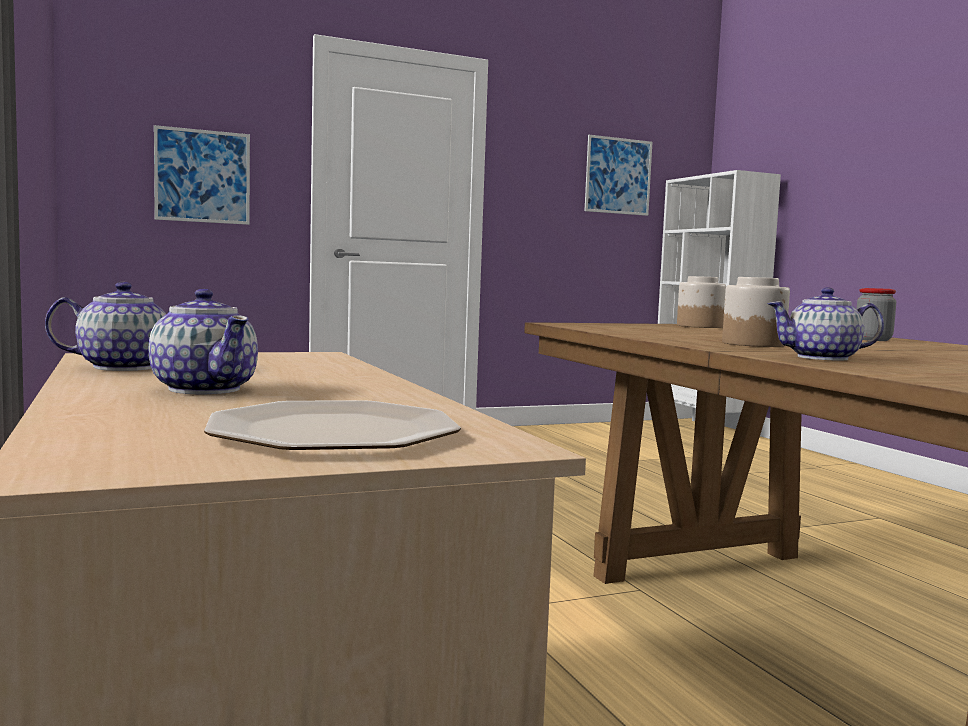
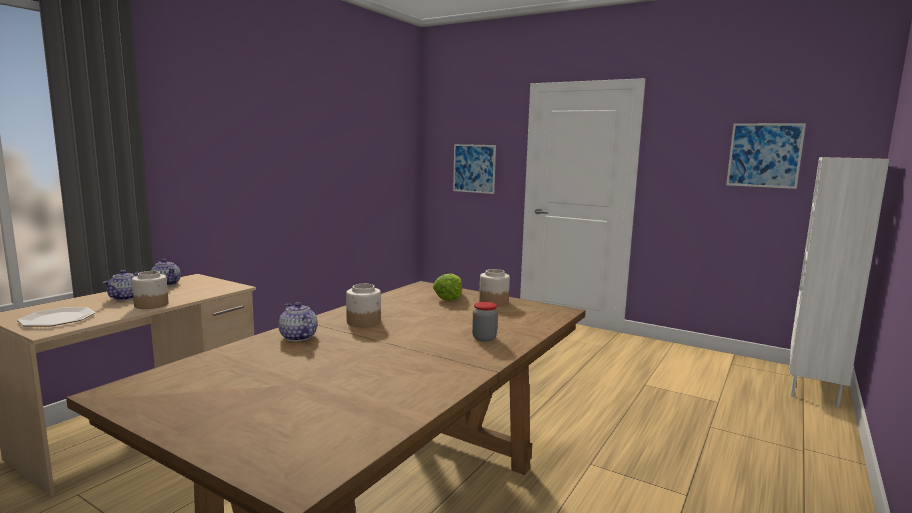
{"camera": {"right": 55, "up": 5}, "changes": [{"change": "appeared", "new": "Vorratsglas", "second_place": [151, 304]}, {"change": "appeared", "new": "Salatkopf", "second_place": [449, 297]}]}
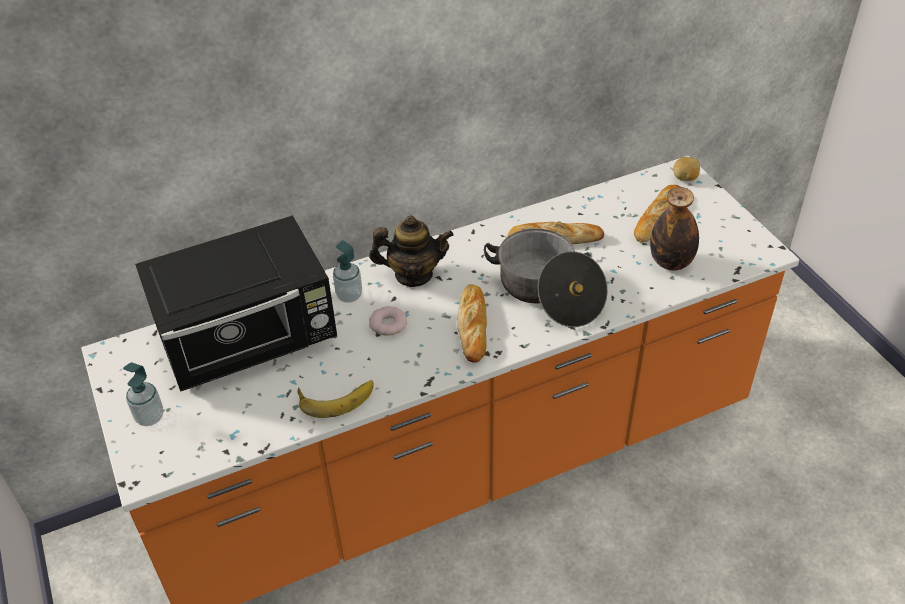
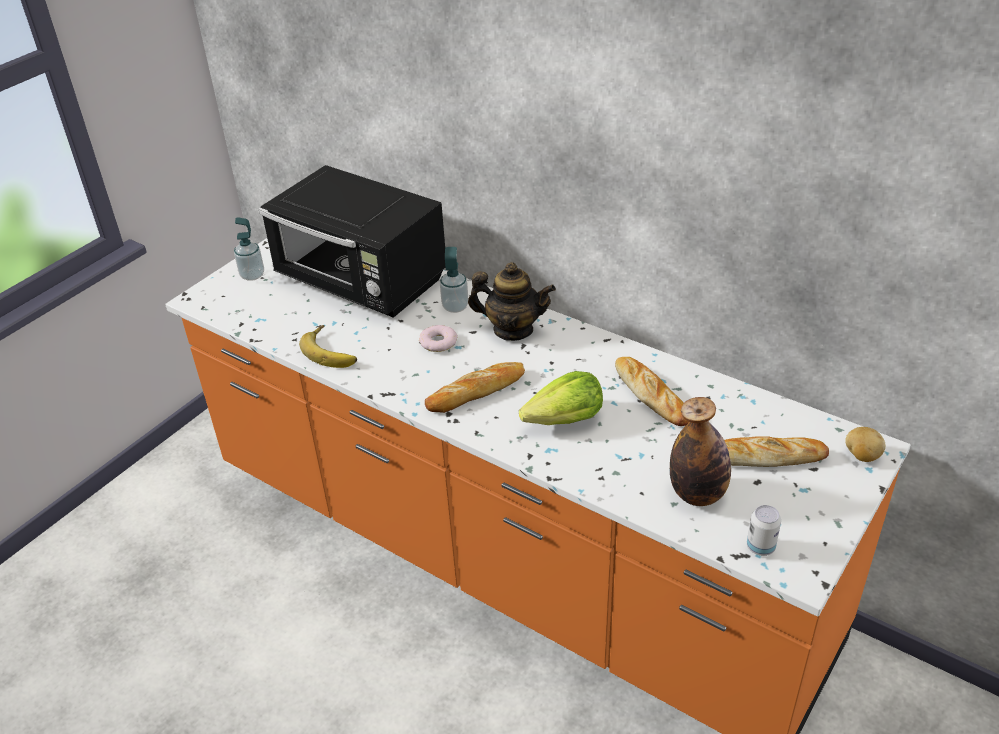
{"camera": {"right": 60, "up": -5}, "changes": [{"change": "spun", "old": "Teekanne", "first_place": [413, 275], "second_place": [513, 329], "degrees": -45}, {"change": "exchanged", "old": "Kochtopf", "new": "Salatkopf", "first_place": [547, 292], "second_place": [565, 420]}, {"change": "appeared", "new": "Dose", "second_place": [760, 547]}]}
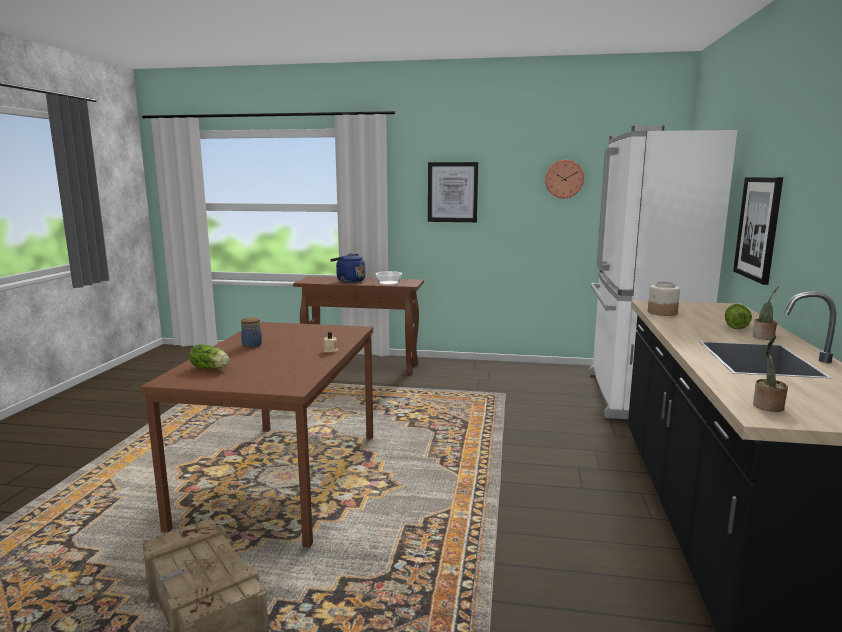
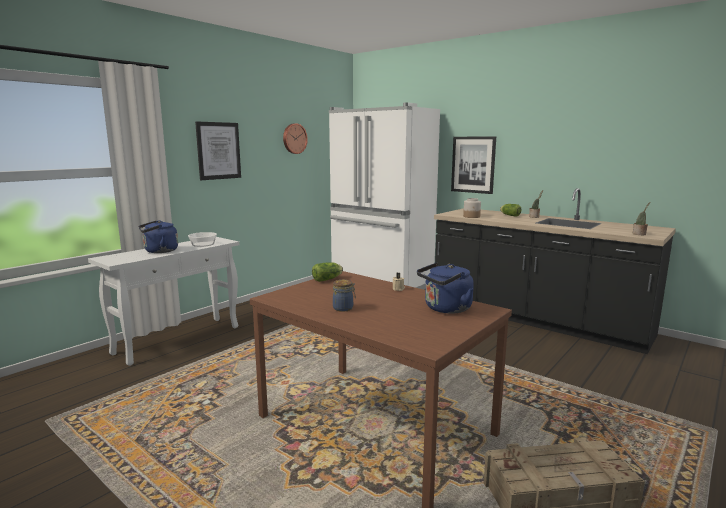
{"camera": {"right": -60, "up": 0}, "changes": [{"change": "colour", "old": "Konsolentisch (braun)", "new": "Konsolentisch (weiß)", "first_place": [362, 366], "second_place": [179, 339]}, {"change": "relocated", "old": "Salatkopf", "first_place": [211, 368], "second_place": [328, 279]}, {"change": "appeared", "new": "Wasserkessel (blau)", "second_place": [445, 309]}]}
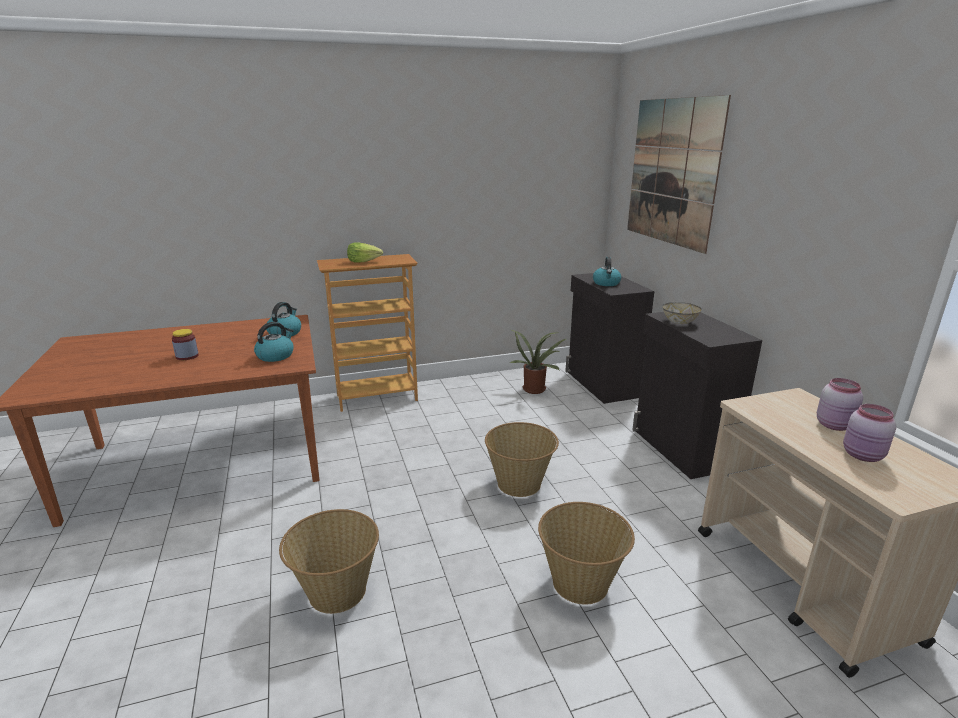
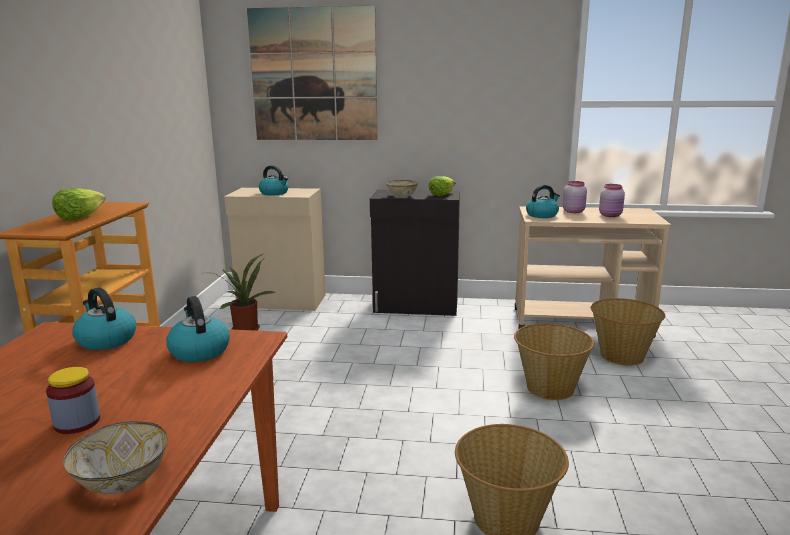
{"camera": {"right": -65, "up": -5}, "changes": [{"change": "appeared", "new": "Schüssel", "second_place": [122, 482]}, {"change": "colour", "old": "Schrank (schwarz)", "new": "Schrank (beige)", "first_place": [601, 384], "second_place": [282, 301]}, {"change": "appeared", "new": "Salatkopf", "second_place": [441, 194]}, {"change": "appeared", "new": "Wasserkessel", "second_place": [542, 215]}, {"change": "relocated", "old": "Korb", "first_place": [520, 484], "second_place": [622, 355]}]}
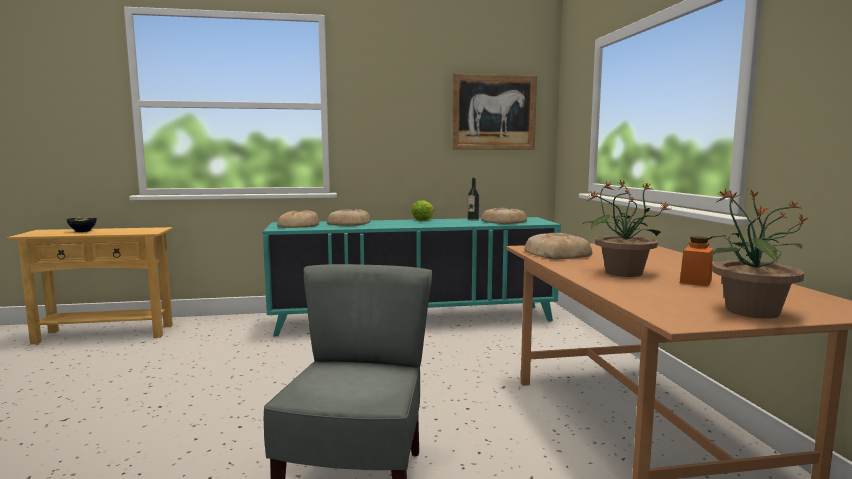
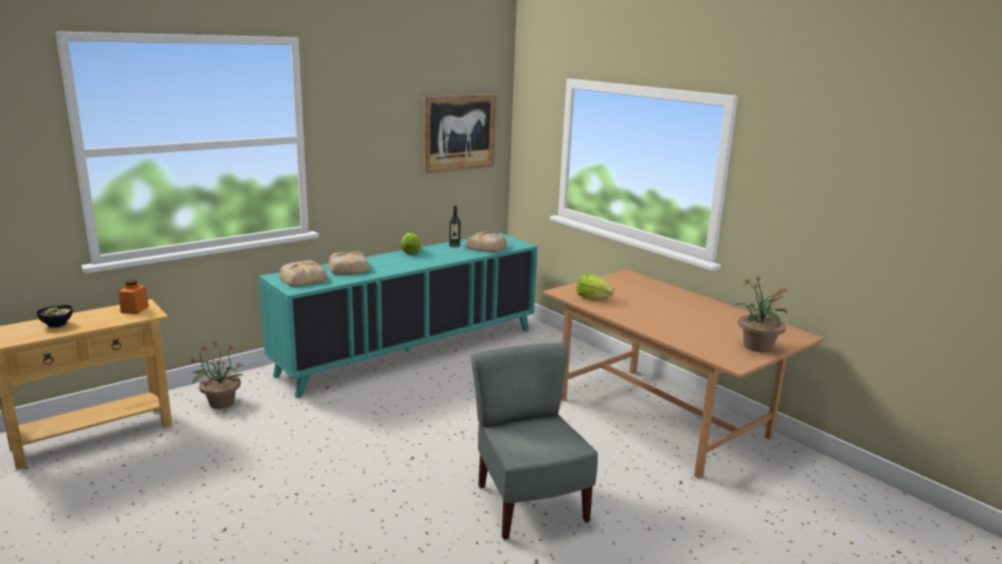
{"camera": {"right": -30, "up": 10}, "changes": [{"change": "relocated", "old": "Vorratsglas (orange)", "first_place": [695, 281], "second_place": [135, 309]}, {"change": "relocated", "old": "Topfpflanze", "first_place": [622, 272], "second_place": [221, 403]}, {"change": "exchanged", "old": "Brot", "new": "Salatkopf", "first_place": [557, 253], "second_place": [592, 298]}]}
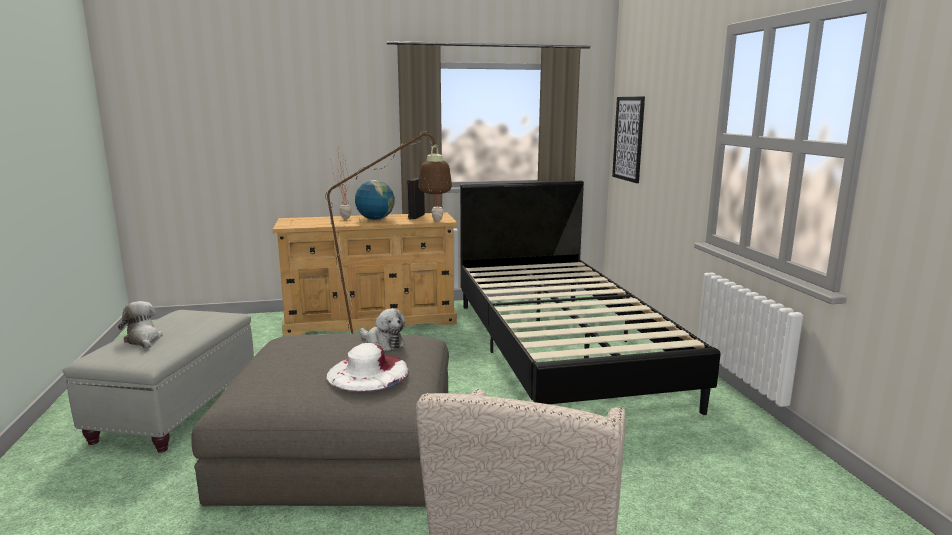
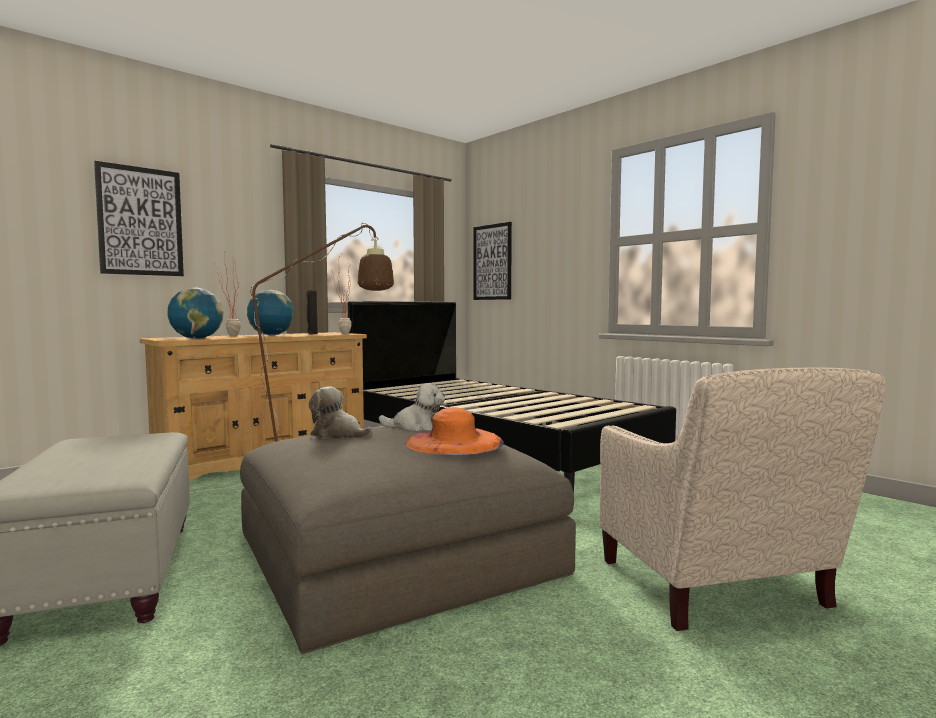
{"camera": {"right": -30, "up": -10}, "changes": [{"change": "appeared", "new": "Bild", "second_place": [140, 221]}, {"change": "appeared", "new": "Globus", "second_place": [196, 338]}, {"change": "relocated", "old": "Plüschtier", "first_place": [143, 340], "second_place": [338, 435]}, {"change": "colour", "old": "Hut (weiß)", "new": "Hut (orange)", "first_place": [368, 372], "second_place": [454, 442]}]}
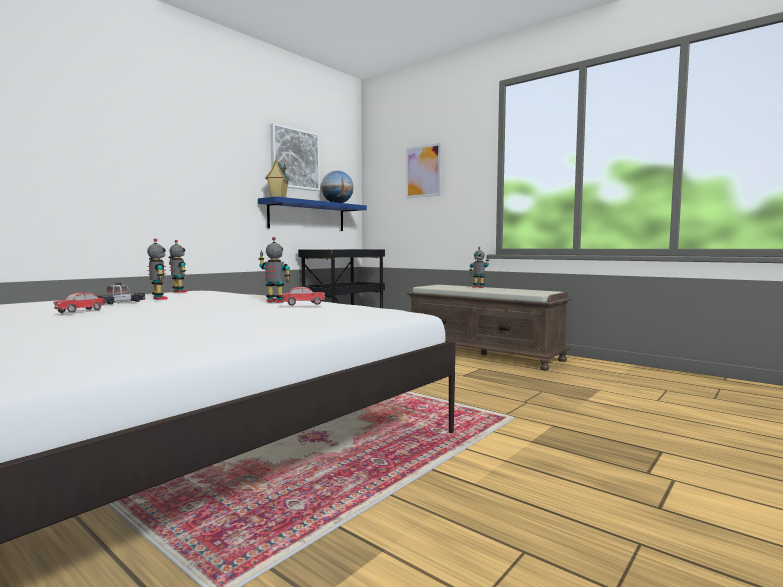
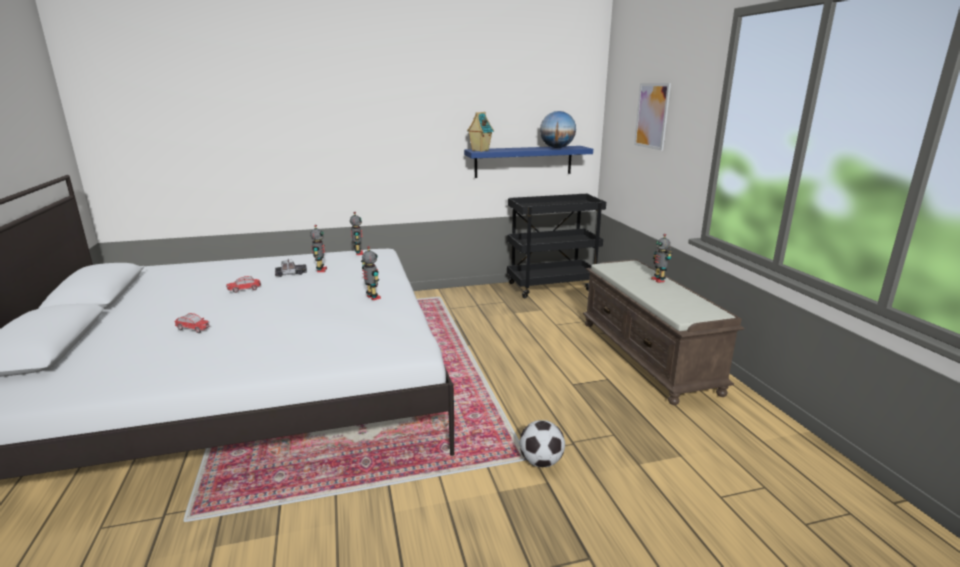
{"camera": {"right": 35, "up": 15}, "changes": [{"change": "relocated", "old": "Spielzeugauto", "first_place": [303, 304], "second_place": [193, 329]}, {"change": "appeared", "new": "Fußball", "second_place": [541, 462]}, {"change": "missing", "old": "Bild", "first_place": [295, 159]}]}
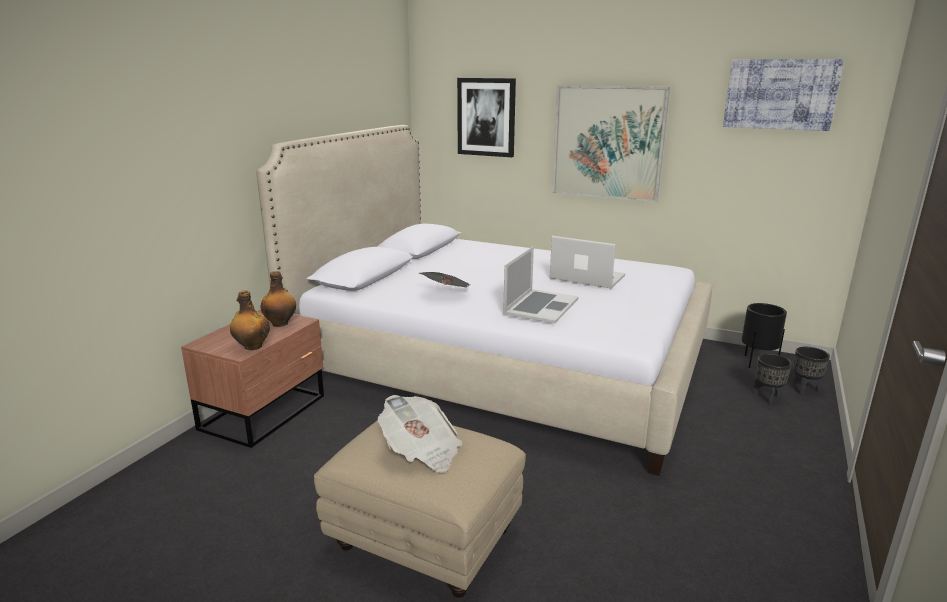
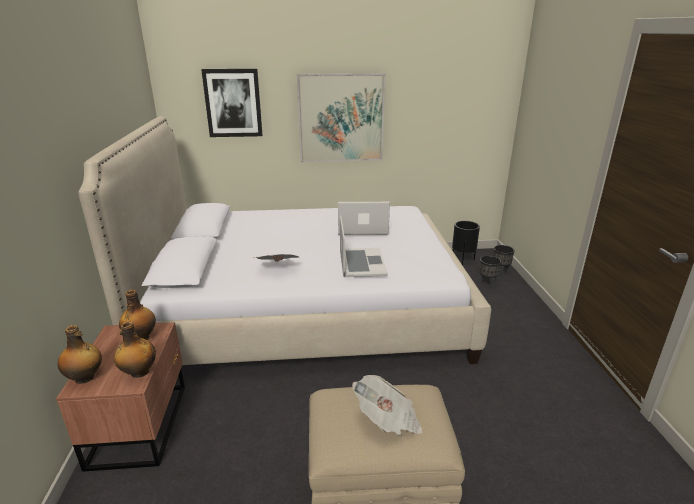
{"camera": {"right": -30, "up": 5}, "changes": [{"change": "appeared", "new": "Flasche", "second_place": [85, 378]}, {"change": "missing", "old": "Bild", "first_place": [780, 94]}]}
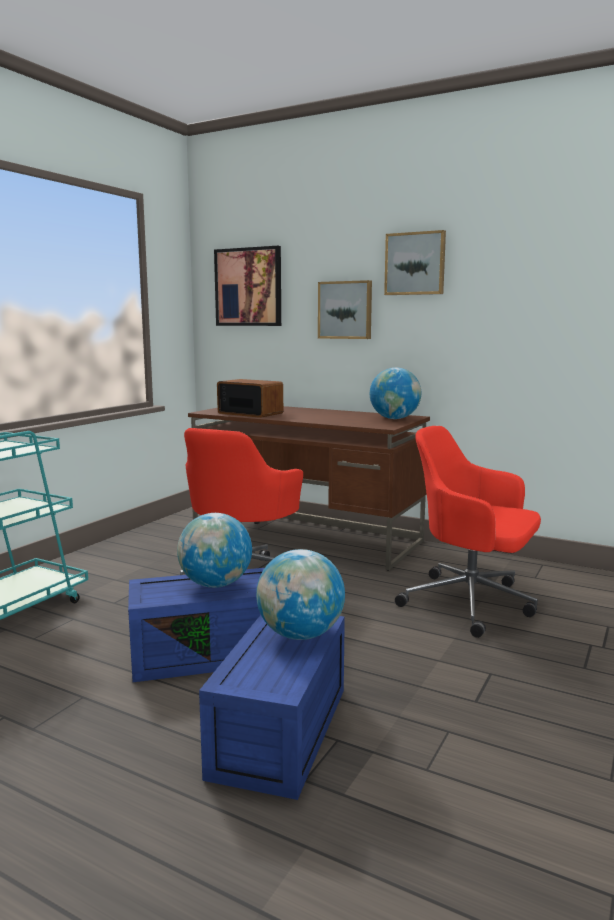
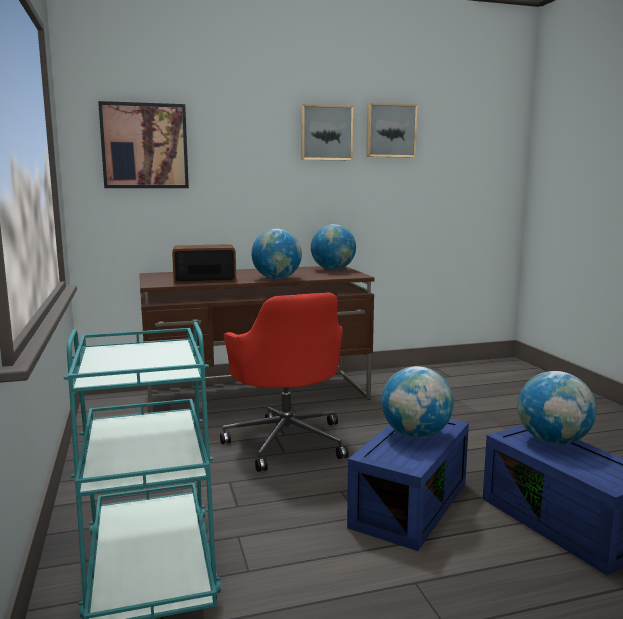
{"camera": {"right": -45, "up": 0}, "changes": [{"change": "appeared", "new": "Globus", "second_place": [277, 278]}, {"change": "relocated", "old": "Bild", "first_place": [345, 310], "second_place": [390, 131]}, {"change": "missing", "old": "Bürostuhl (rot)", "first_place": [471, 603]}]}
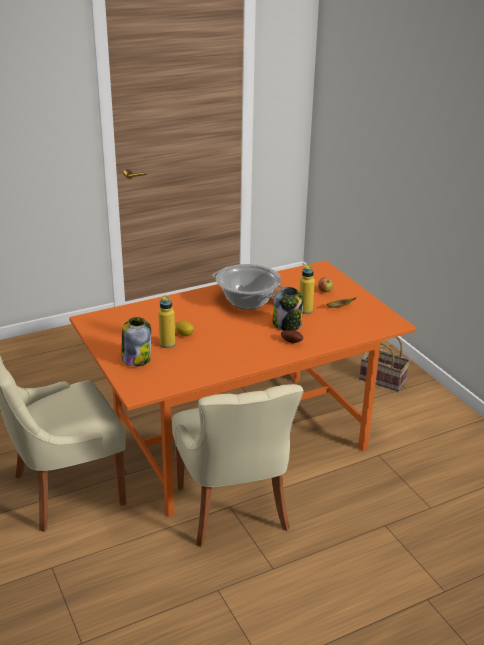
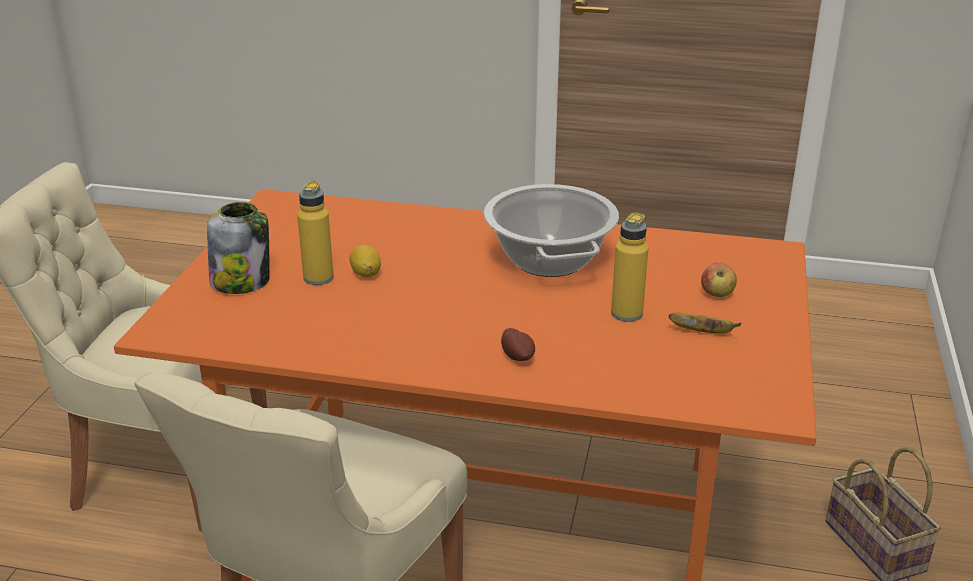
{"camera": {"right": 40, "up": 0}, "changes": [{"change": "missing", "old": "Vorratsglas", "first_place": [287, 324]}]}
